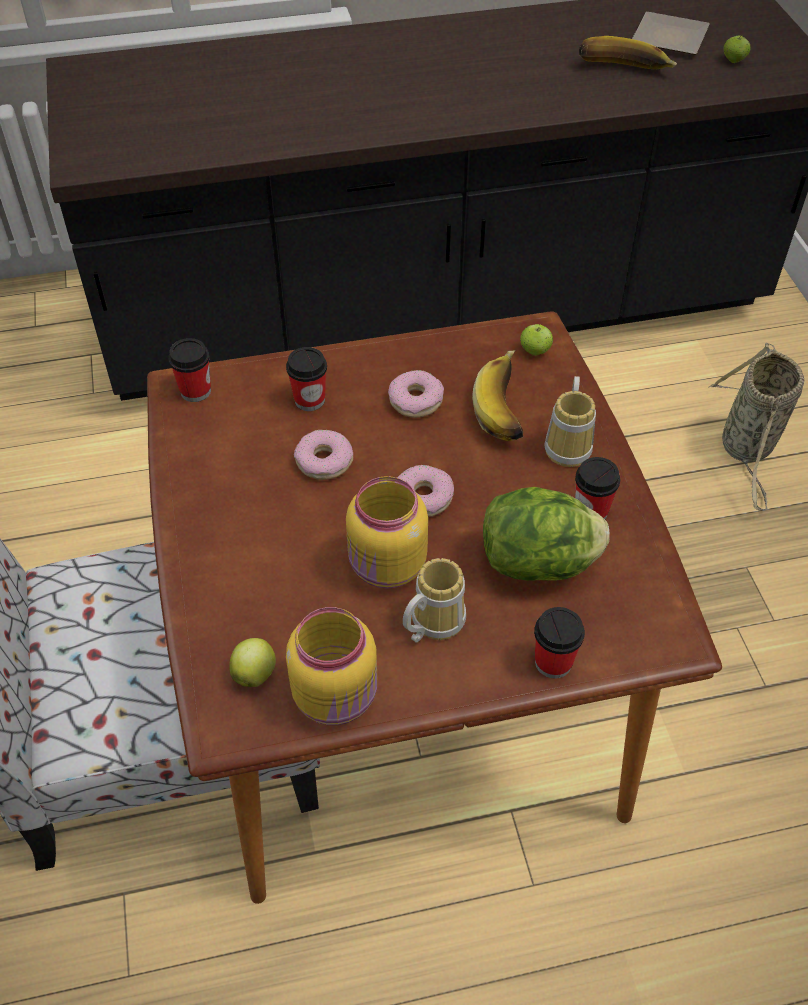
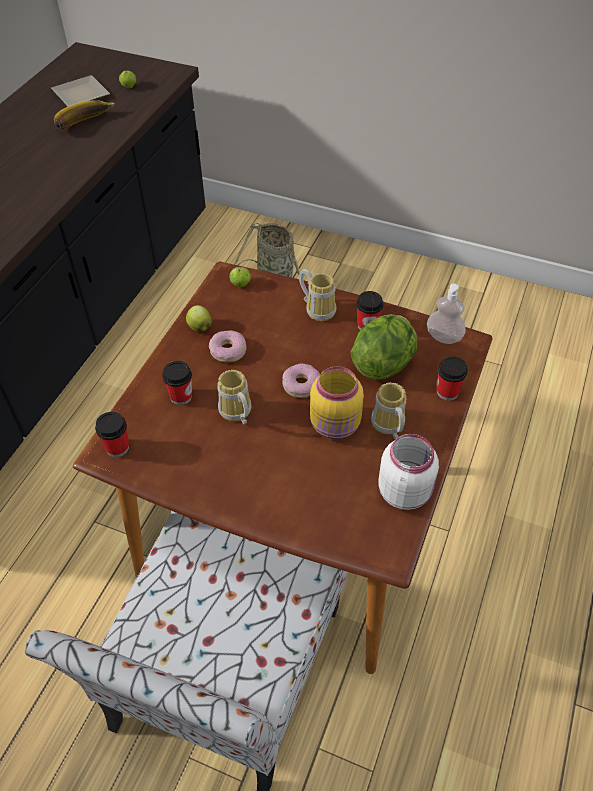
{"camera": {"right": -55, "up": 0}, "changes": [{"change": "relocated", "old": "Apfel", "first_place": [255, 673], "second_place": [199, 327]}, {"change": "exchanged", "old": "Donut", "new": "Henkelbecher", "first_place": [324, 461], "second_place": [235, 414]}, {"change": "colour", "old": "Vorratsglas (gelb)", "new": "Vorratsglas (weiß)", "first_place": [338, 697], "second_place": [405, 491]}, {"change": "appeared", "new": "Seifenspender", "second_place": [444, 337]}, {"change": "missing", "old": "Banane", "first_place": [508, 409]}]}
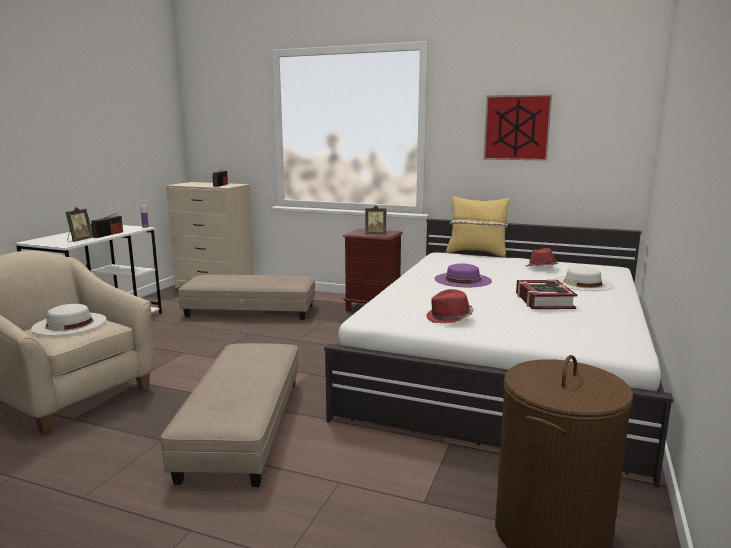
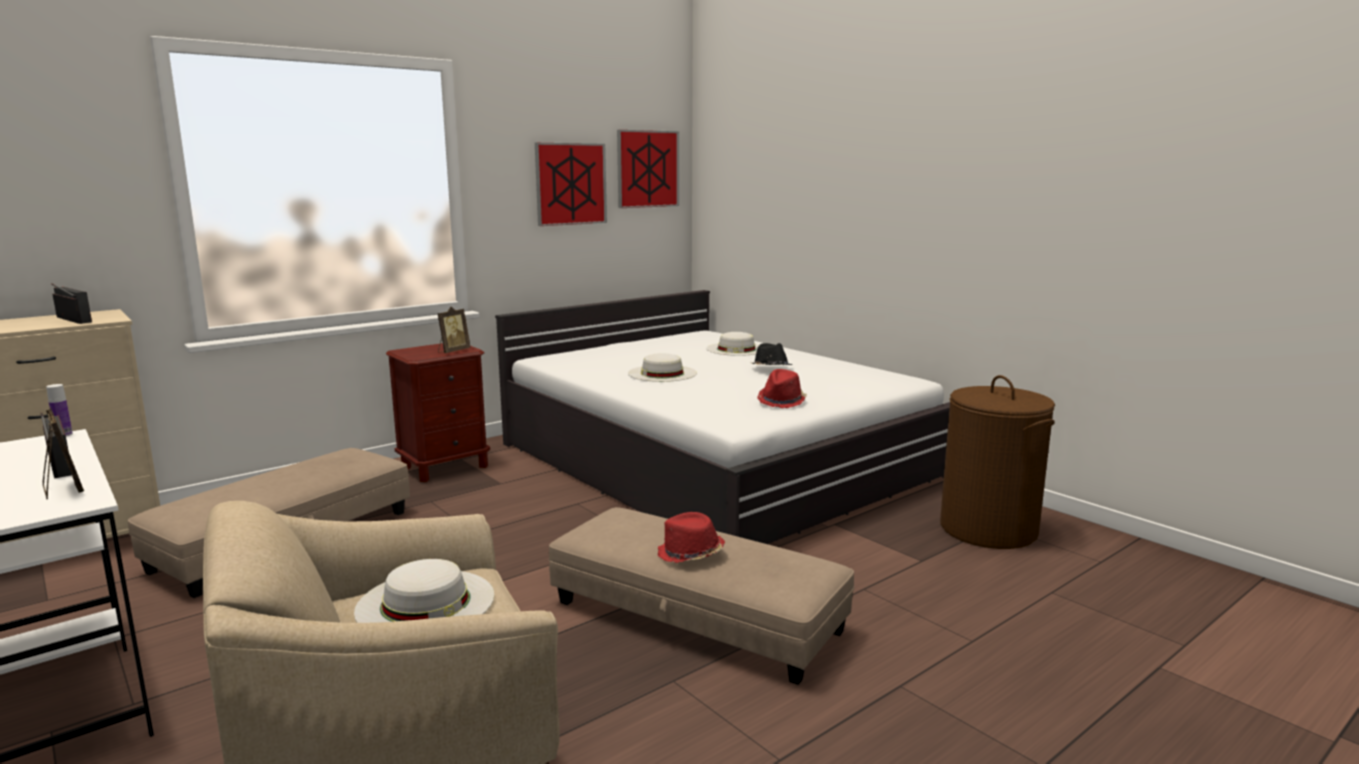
{"camera": {"right": -60, "up": 0}, "changes": [{"change": "appeared", "new": "Bild", "second_place": [648, 169]}, {"change": "colour", "old": "Hut (lila)", "new": "Hut (weiß)", "first_place": [462, 280], "second_place": [662, 373]}, {"change": "relocated", "old": "Hut (rot)", "first_place": [541, 268], "second_place": [690, 554]}, {"change": "exchanged", "old": "Buch", "new": "Hut (schwarz)", "first_place": [543, 301], "second_place": [770, 368]}, {"change": "missing", "old": "Kissen (gelb)", "first_place": [476, 253]}]}
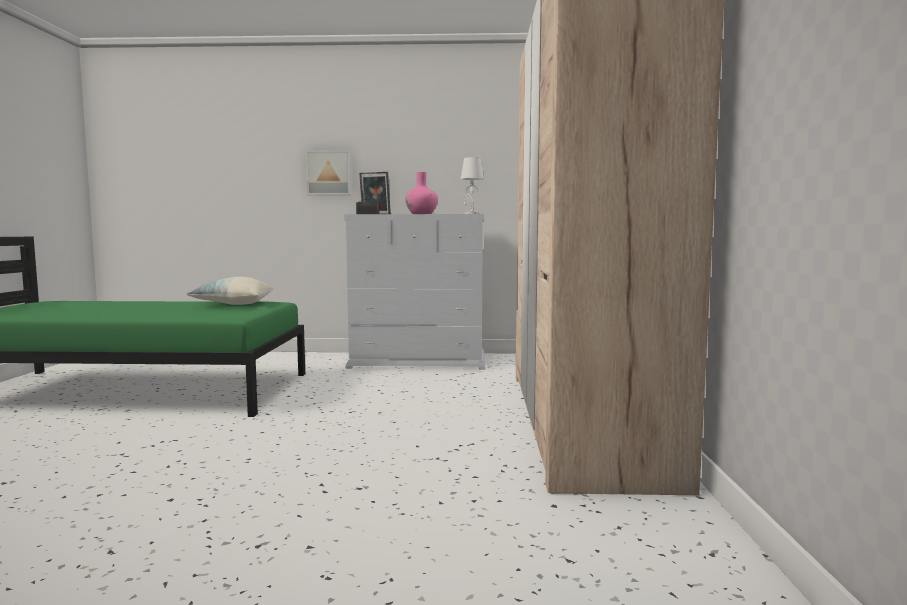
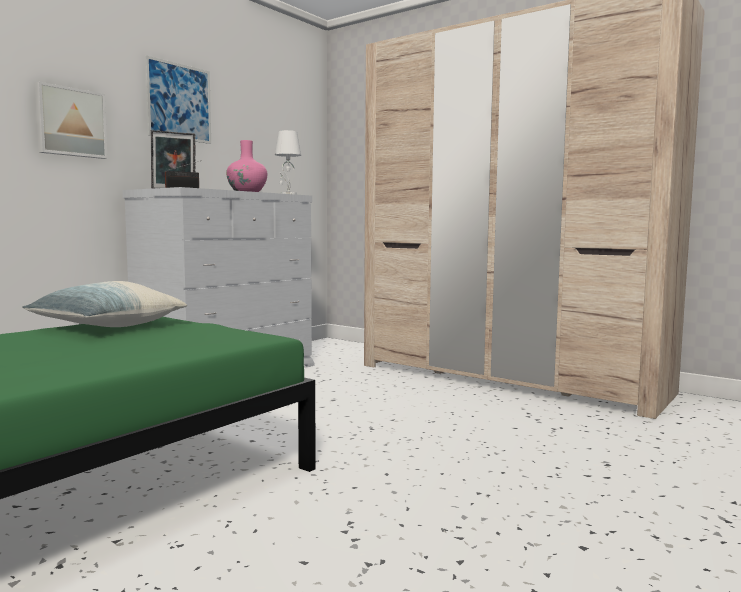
{"camera": {"right": -55, "up": 0}, "changes": [{"change": "appeared", "new": "Bild", "second_place": [179, 102]}]}
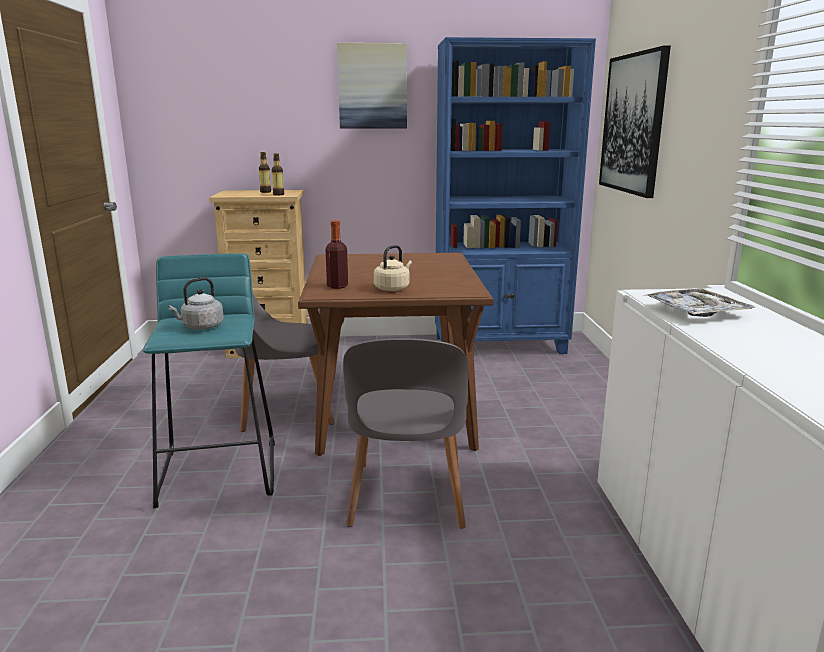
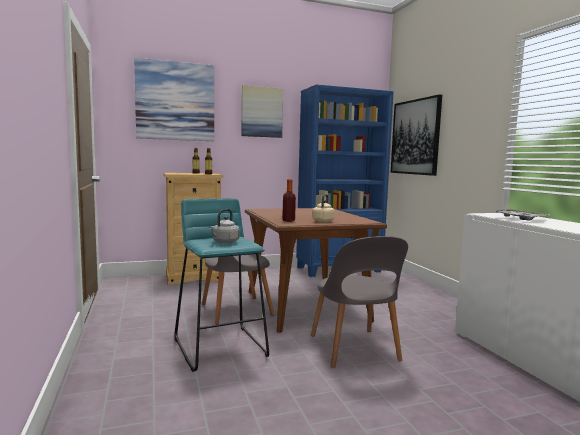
{"camera": {"right": -15, "up": -10}, "changes": [{"change": "appeared", "new": "Bild", "second_place": [175, 101]}]}
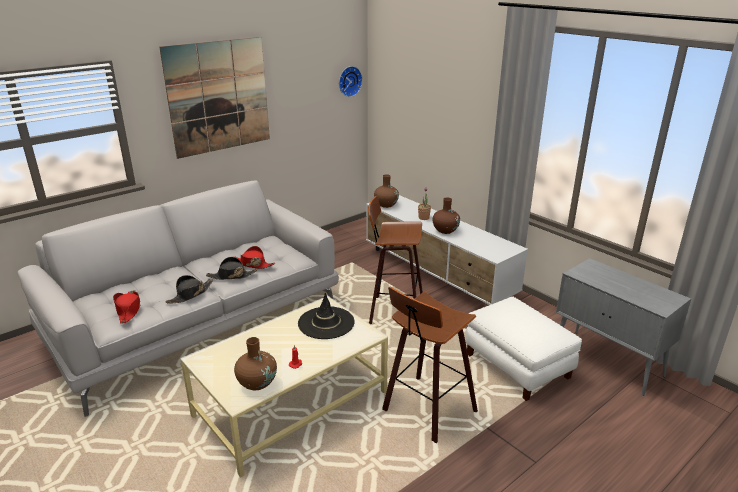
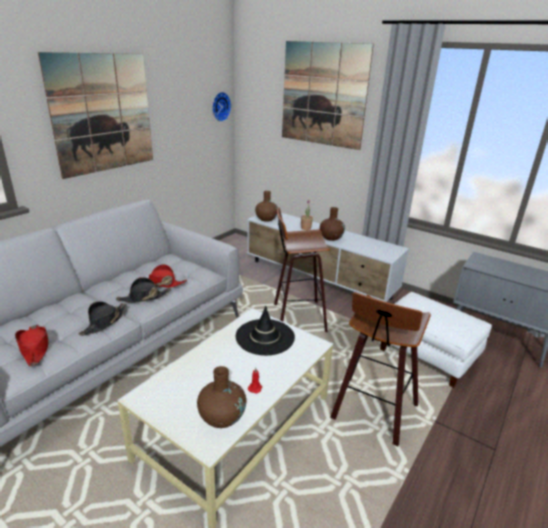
{"camera": {"right": -15, "up": 0}, "changes": [{"change": "appeared", "new": "Bild", "second_place": [323, 95]}]}
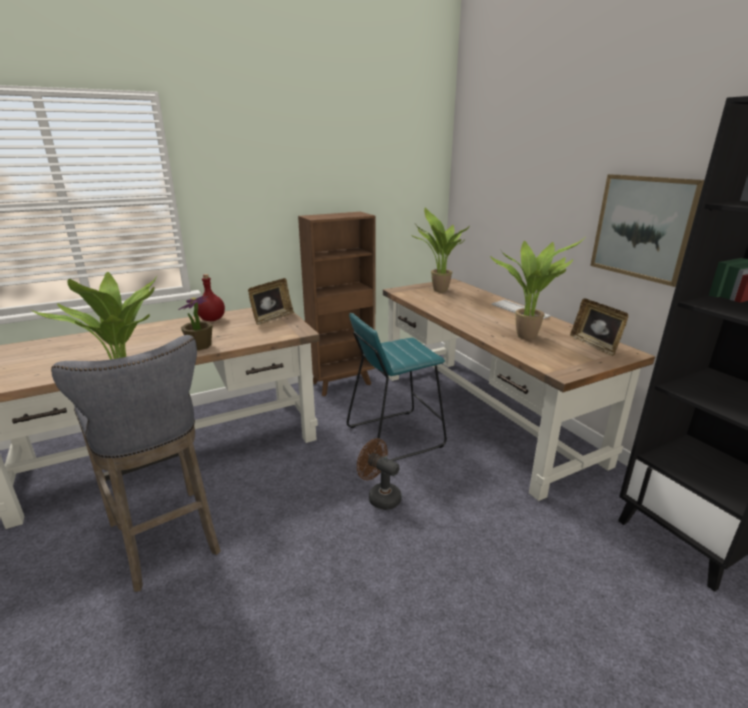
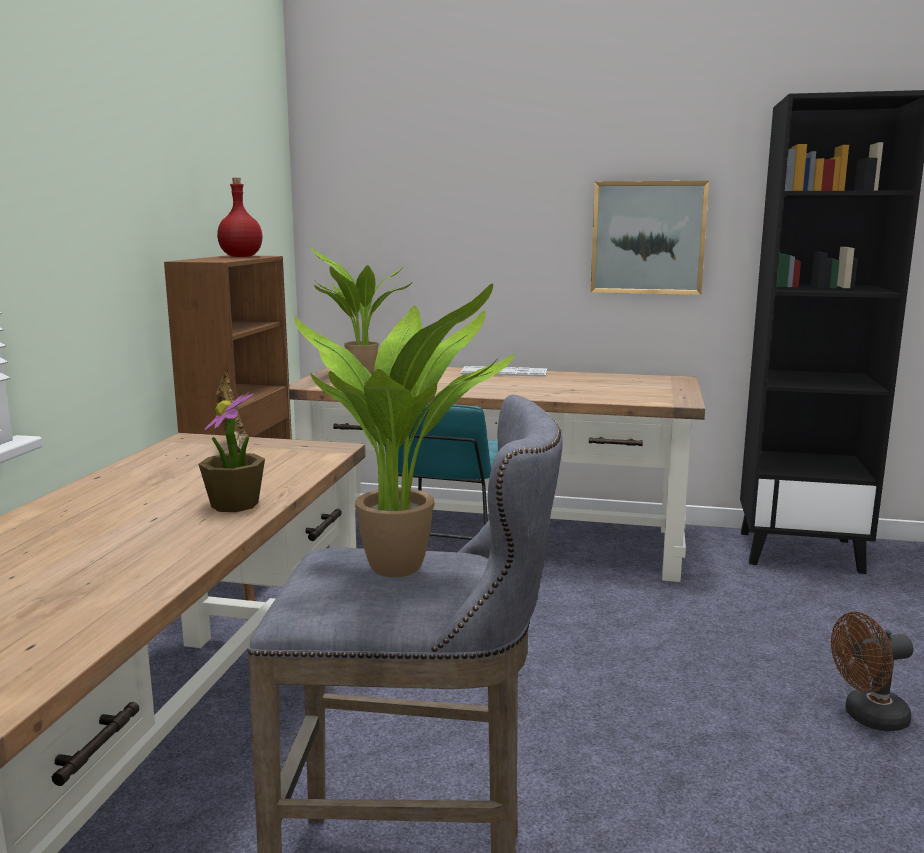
{"camera": {"right": -50, "up": -10}, "changes": [{"change": "relocated", "old": "Flasche (rot)", "first_place": [212, 319], "second_place": [241, 256]}, {"change": "relocated", "old": "Ventilator (braun)", "first_place": [380, 496], "second_place": [867, 717]}, {"change": "missing", "old": "Topfpflanze", "first_place": [527, 335]}, {"change": "missing", "old": "Bilderrahmen", "first_place": [594, 345]}]}
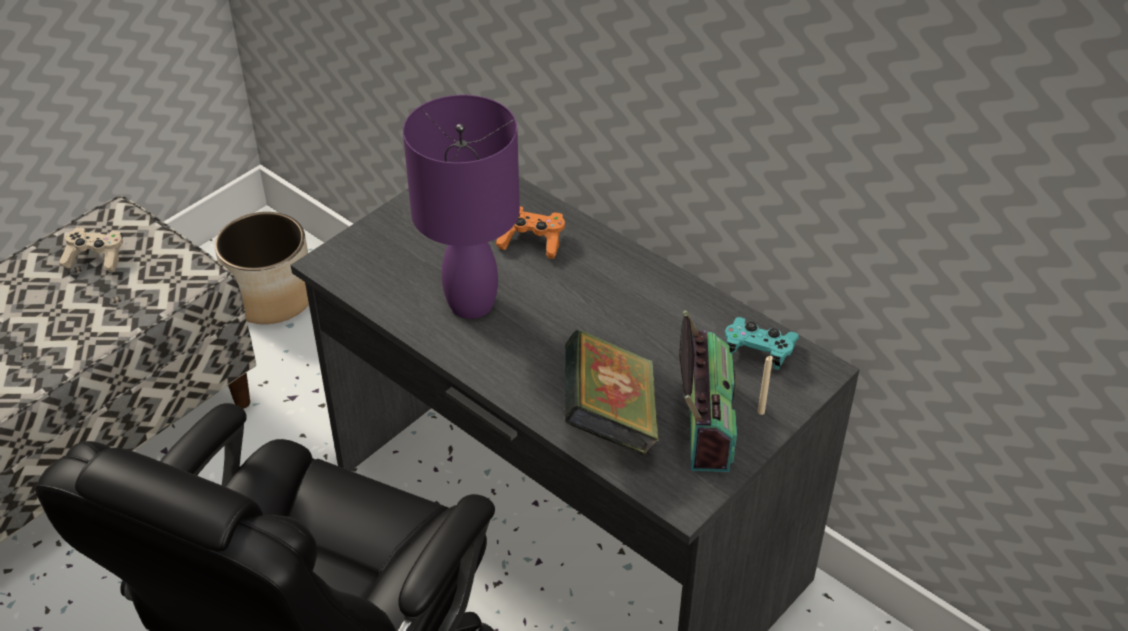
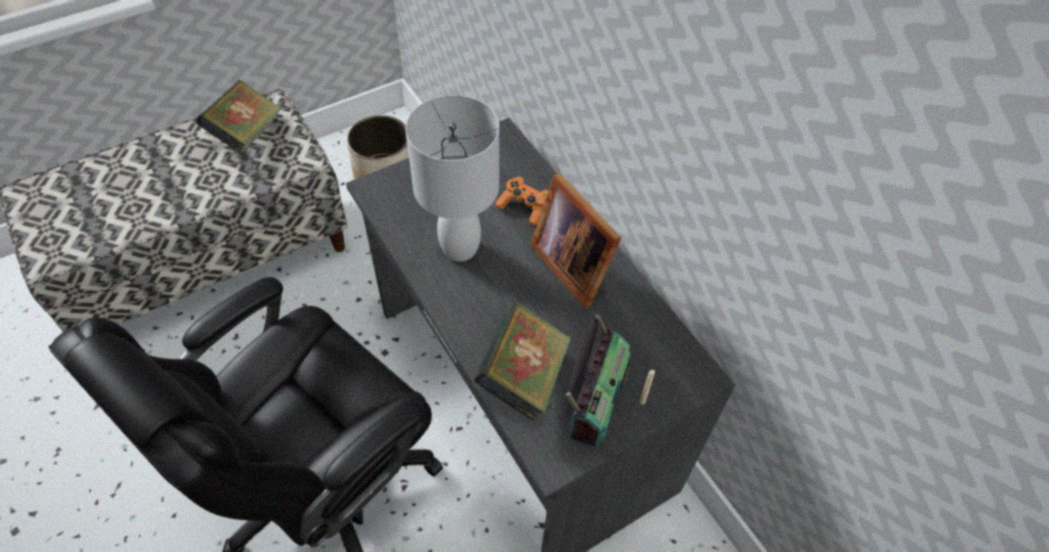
{"camera": {"right": 15, "up": 10}, "changes": [{"change": "exchanged", "old": "Gamepad (beige)", "new": "Buch", "first_place": [95, 258], "second_place": [246, 133]}, {"change": "colour", "old": "Tischlampe (lila)", "new": "Tischlampe (weiß)", "first_place": [470, 304], "second_place": [458, 248]}, {"change": "appeared", "new": "Bilderrahmen", "second_place": [573, 263]}, {"change": "missing", "old": "Gamepad (türkis)", "first_place": [758, 351]}]}
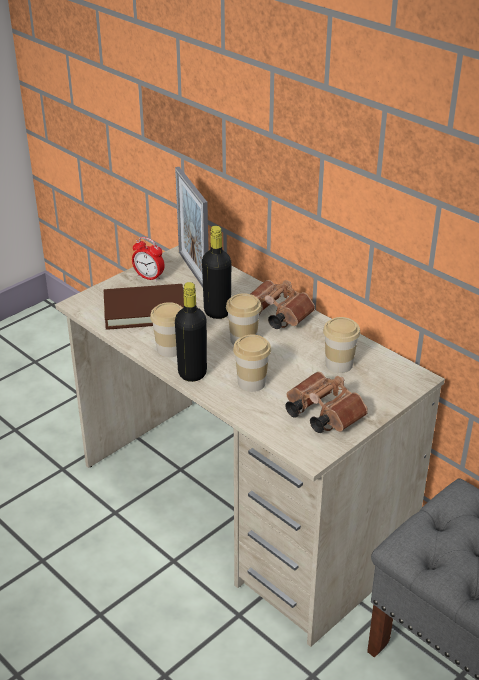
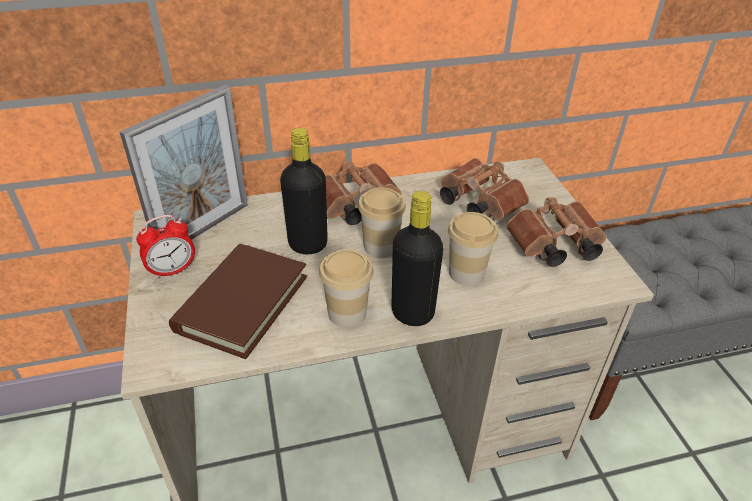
{"camera": {"right": -60, "up": 5}, "changes": [{"change": "spun", "old": "Bilderrahmen", "first_place": [193, 271], "second_place": [204, 229], "degrees": -60}, {"change": "exchanged", "old": "Tasse", "new": "Fernglas (braun)", "first_place": [339, 364], "second_place": [477, 203]}]}
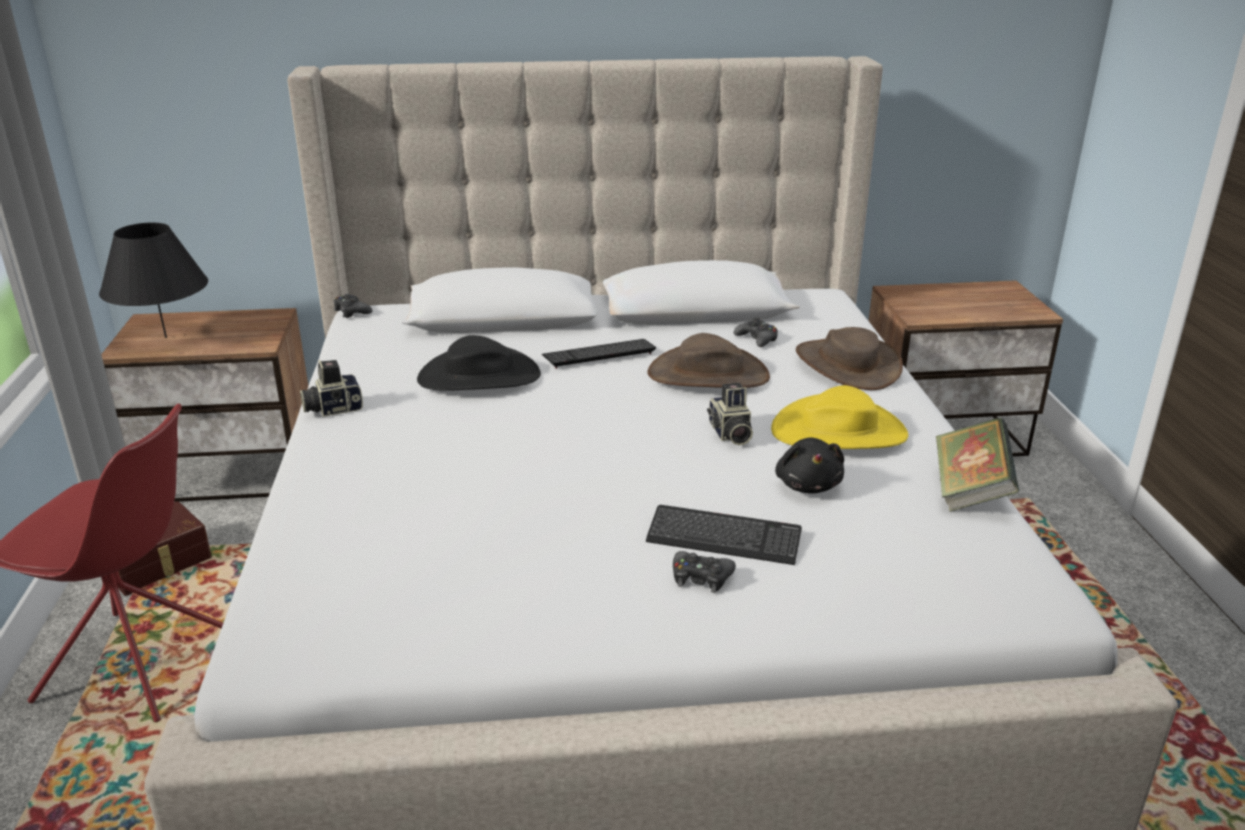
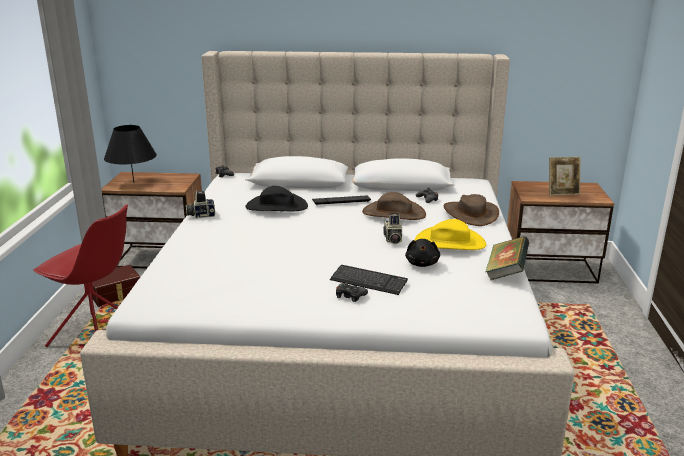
{"camera": {"right": 10, "up": -5}, "changes": [{"change": "appeared", "new": "Bilderrahmen", "second_place": [562, 193]}]}
